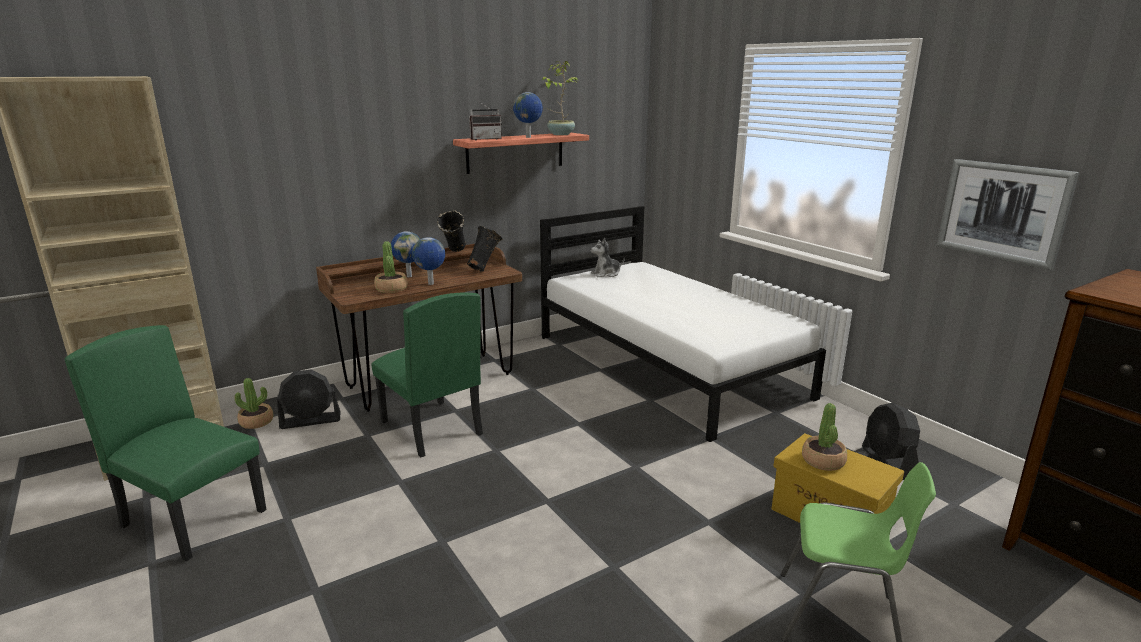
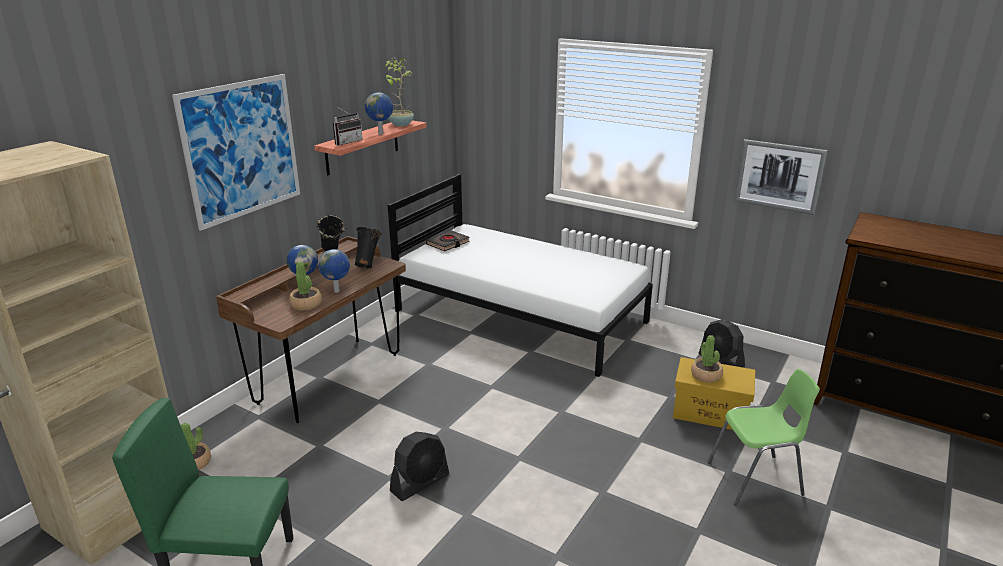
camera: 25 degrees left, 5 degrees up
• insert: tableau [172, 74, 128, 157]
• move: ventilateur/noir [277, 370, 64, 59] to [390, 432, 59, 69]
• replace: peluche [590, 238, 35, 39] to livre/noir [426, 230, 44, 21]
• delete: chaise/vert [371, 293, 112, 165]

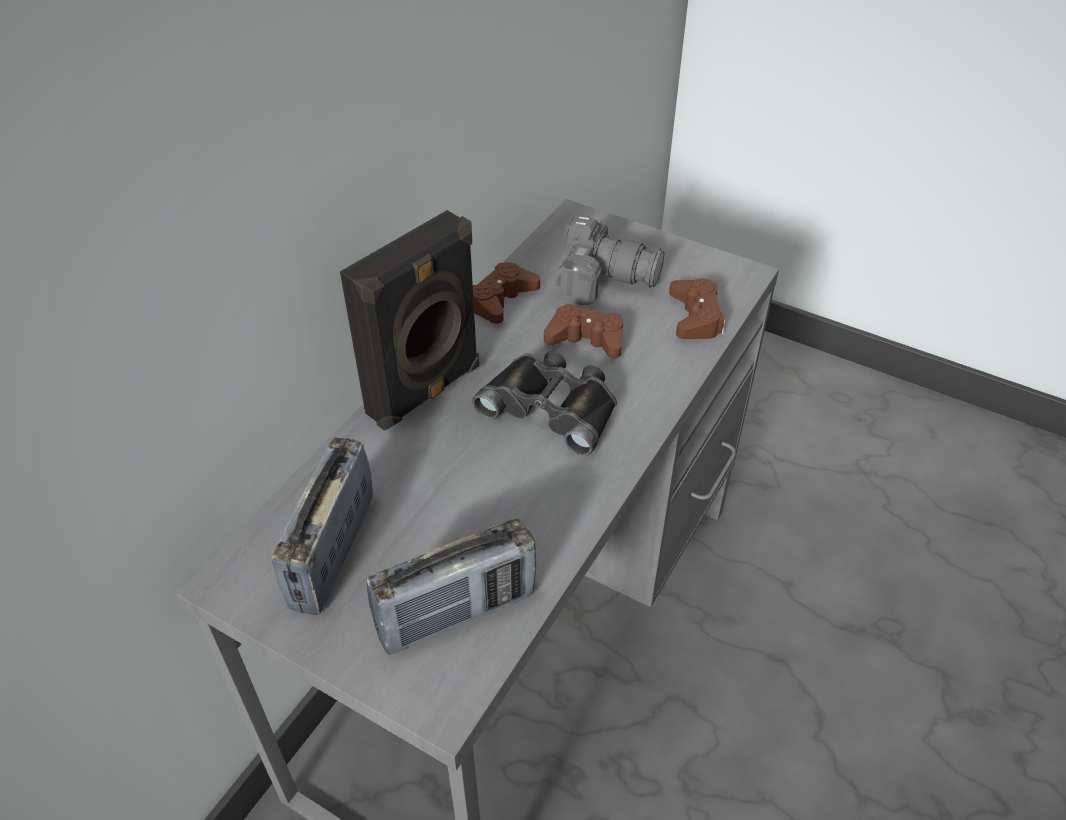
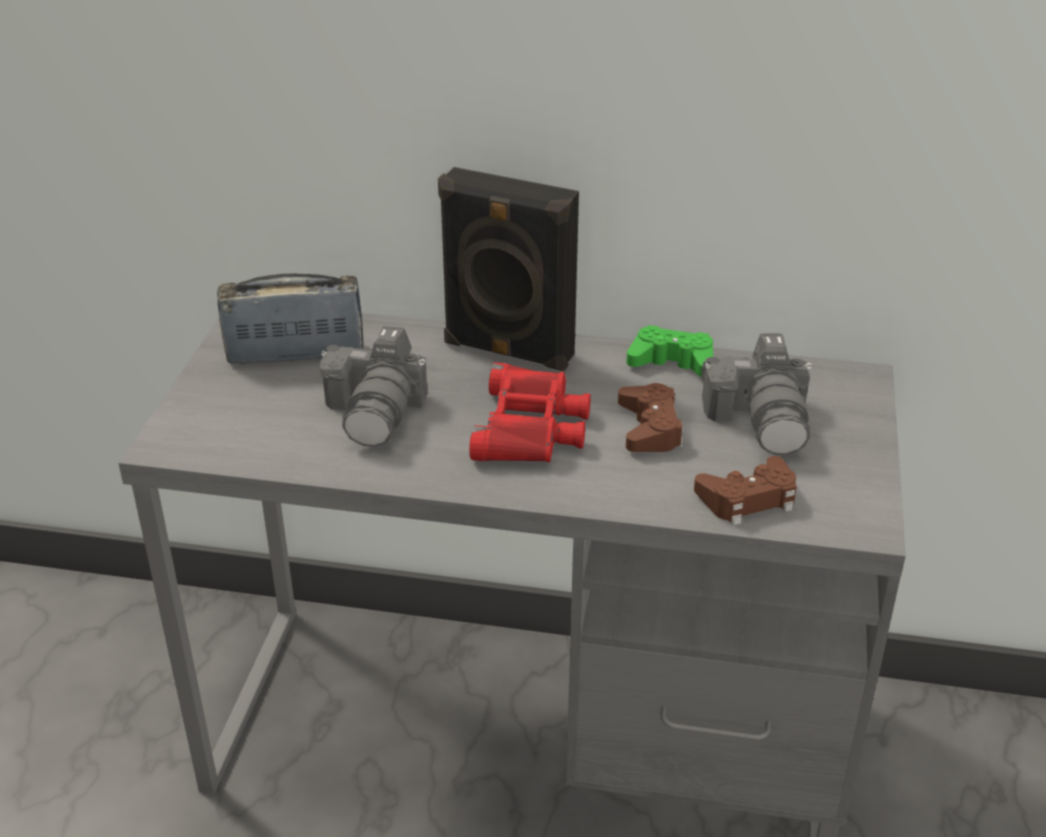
camera: 70 degrees right, 10 degrees down
• insert: appareil photo [320, 326, 107, 120]
• recolor: jumelles/noir [472, 351, 145, 105] to jumelles/rouge [469, 362, 122, 100]
• recolor: manette/marron [473, 262, 67, 62] to manette/vert [627, 325, 86, 52]
• delete: radio [366, 518, 170, 137]

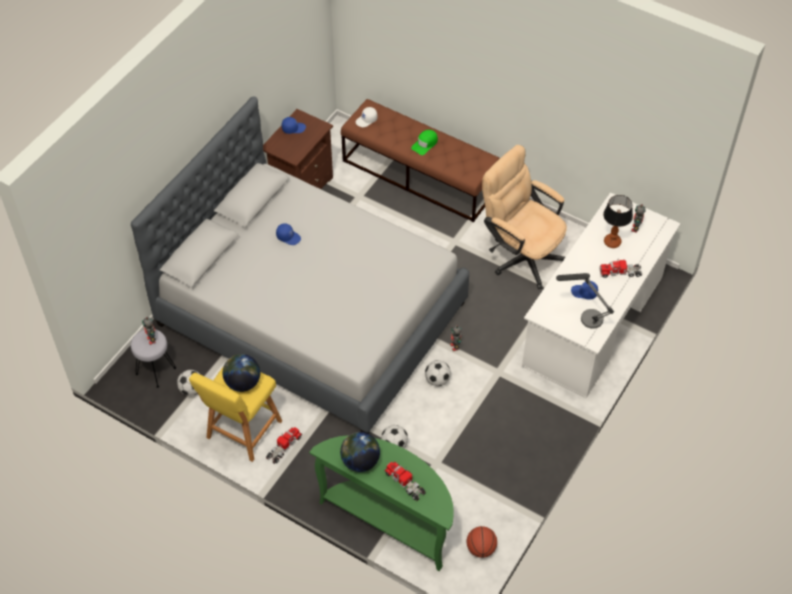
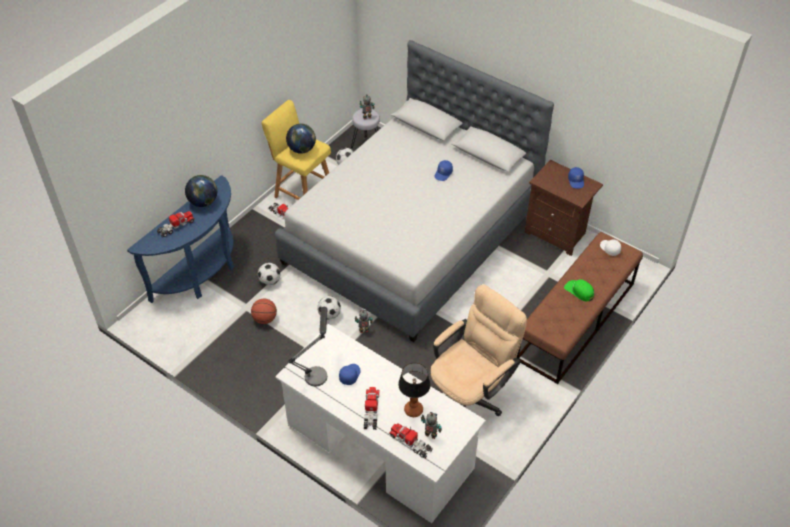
camera: 95 degrees right, 5 degrees down
• recolor: table console/vert [309, 435, 145, 136] to table console/bleu [127, 175, 107, 128]
• move: ballon de basket [466, 526, 31, 32] to [251, 299, 26, 25]
• insert: camion jouet [389, 423, 43, 35]

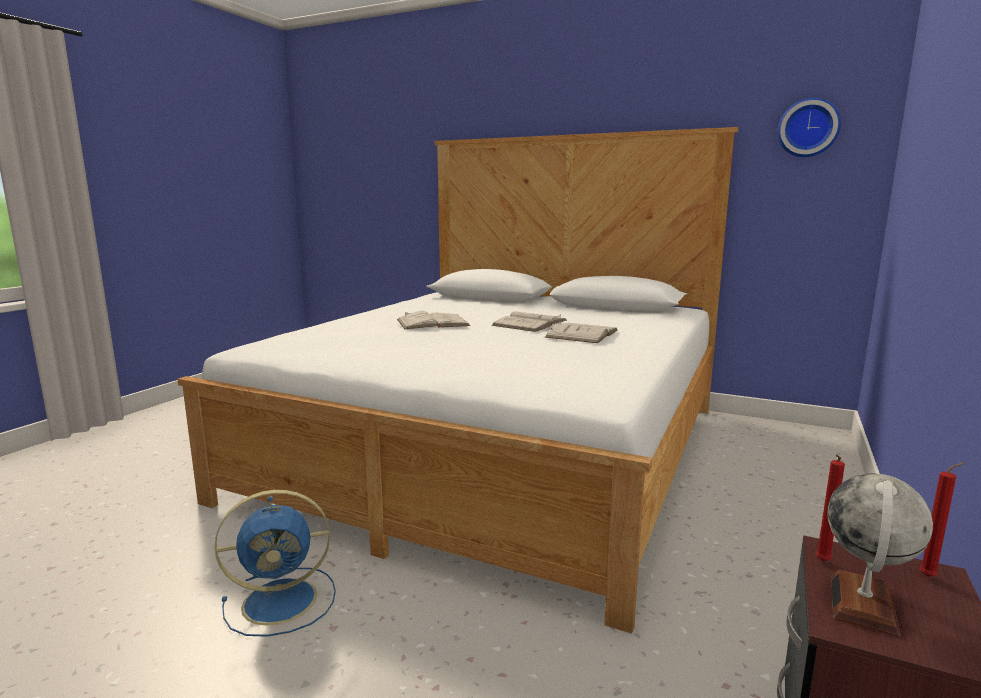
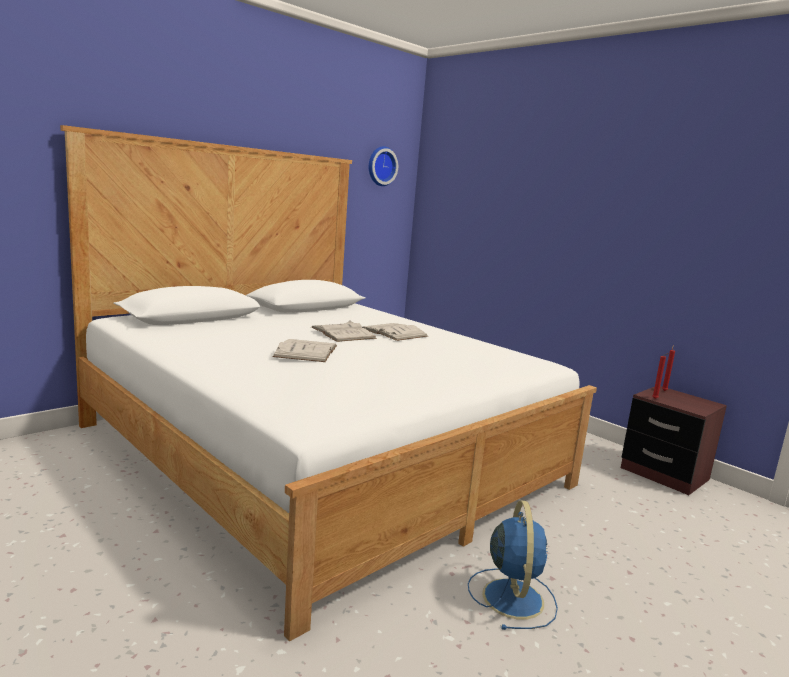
camera: 70 degrees left, 0 degrees up
• delete: globe [827, 473, 106, 164]

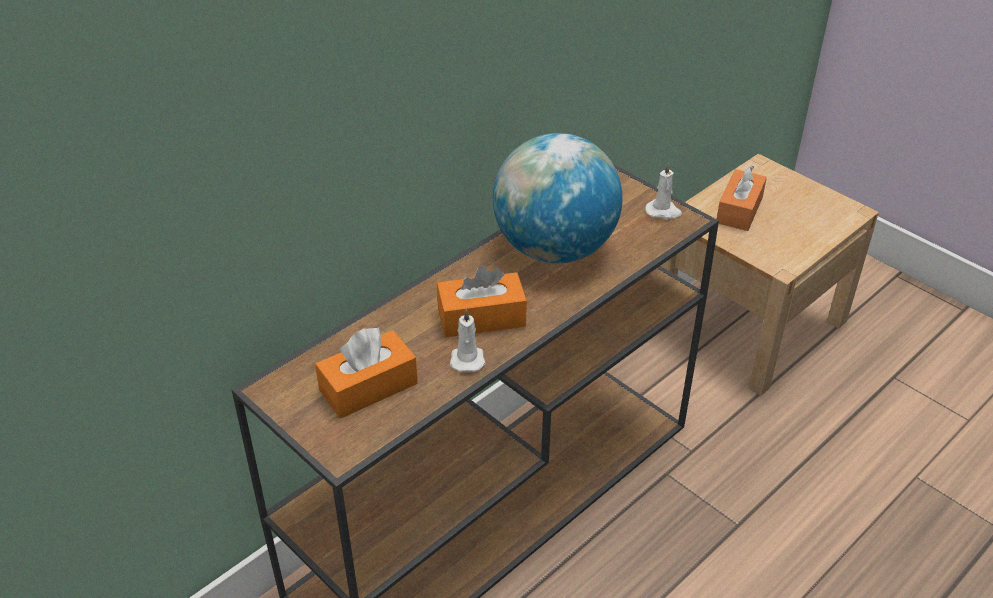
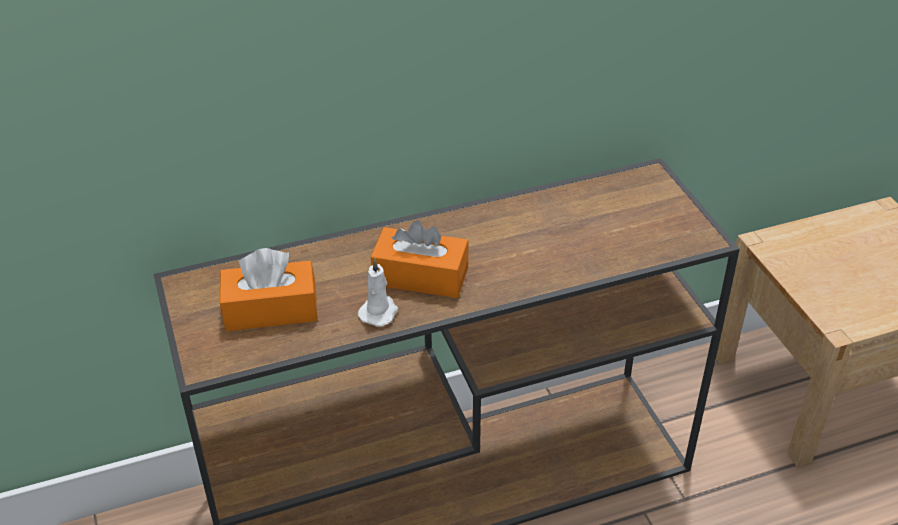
camera: 25 degrees right, 0 degrees up
• delete: globe [493, 133, 130, 130]
• delete: bougie/blanc [645, 162, 37, 57]
• delete: boîte à mouchoirs/orange [717, 165, 50, 66]

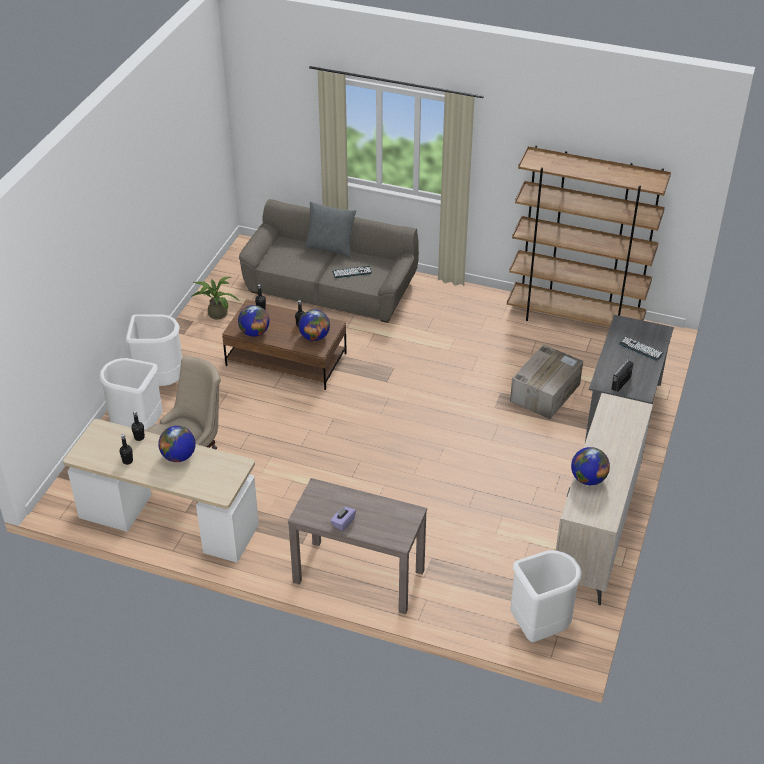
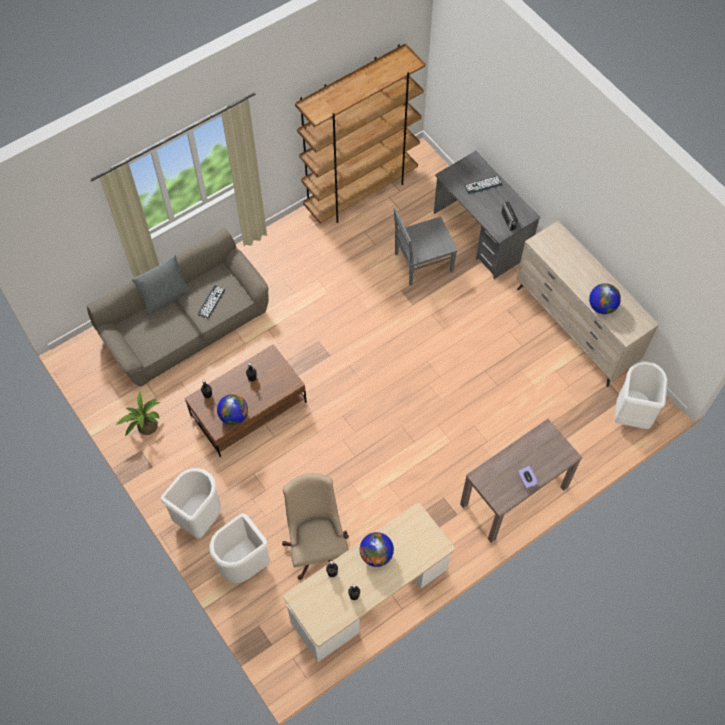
camera: 55 degrees left, 20 degrees up
• replace: carton [510, 344, 73, 75] to chaise/gris [394, 208, 64, 78]
• delete: globe [298, 309, 32, 32]

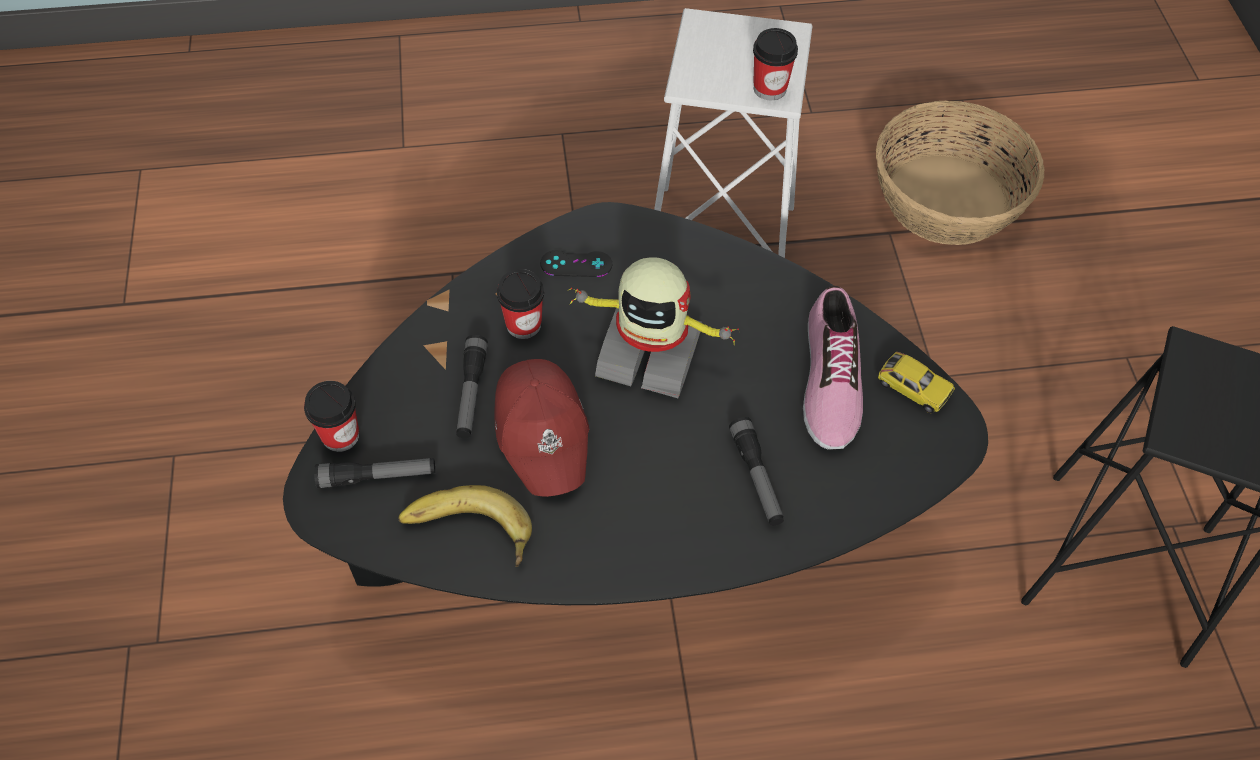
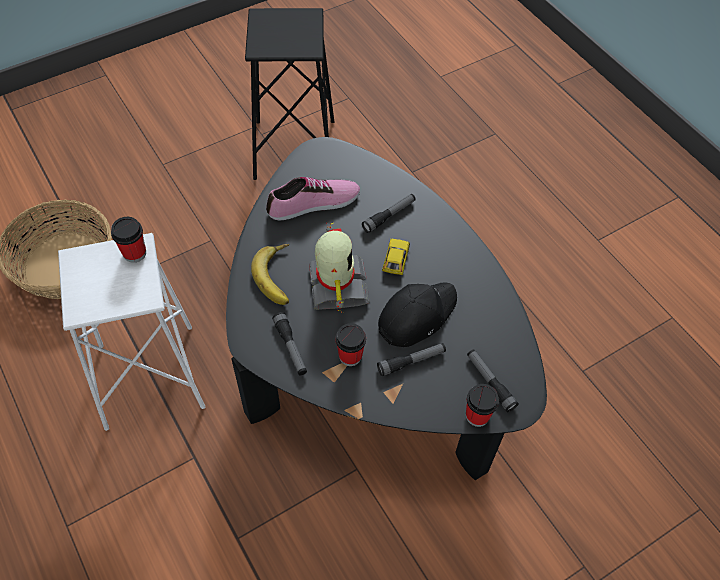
camera: 115 degrees left, 0 degrees up
• move: banane [398, 485, 134, 82] to [251, 244, 38, 61]
• replace: manette/noir [540, 250, 72, 27] to lampe de poche [272, 312, 35, 63]
• recolor: casquette/rouge [494, 359, 95, 138] to casquette/noir [378, 283, 79, 64]
• move: petite voiture [878, 352, 77, 61] to [382, 239, 28, 36]

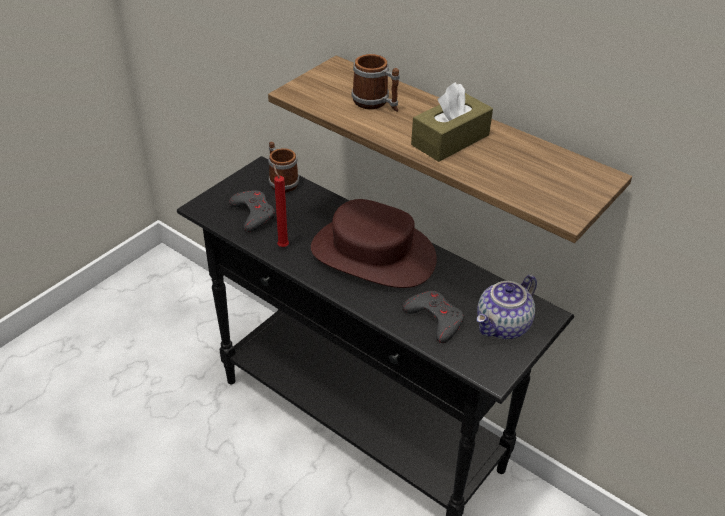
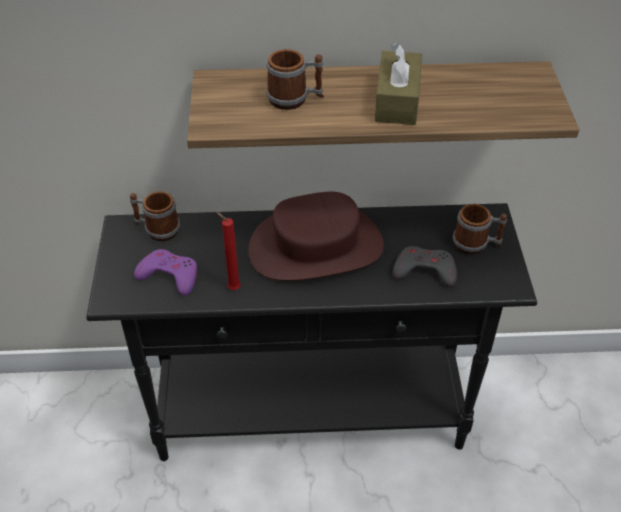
camera: 40 degrees left, 5 degrees up
• recolor: manette/gris [229, 190, 46, 42] to manette/violet [134, 249, 63, 47]
• replace: théière [477, 275, 60, 64] to mug [453, 204, 54, 50]

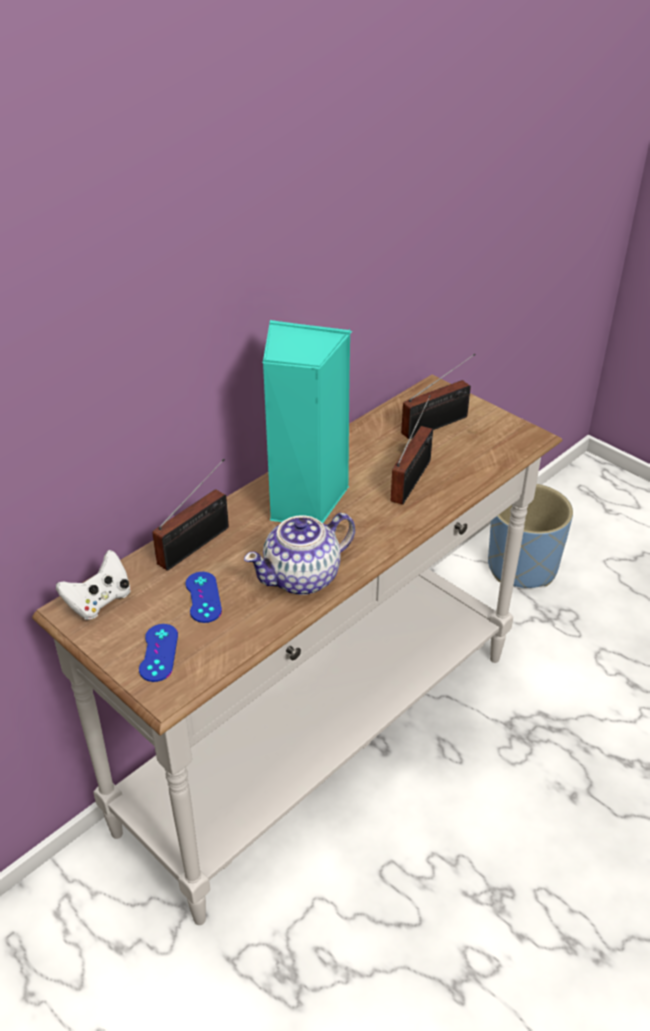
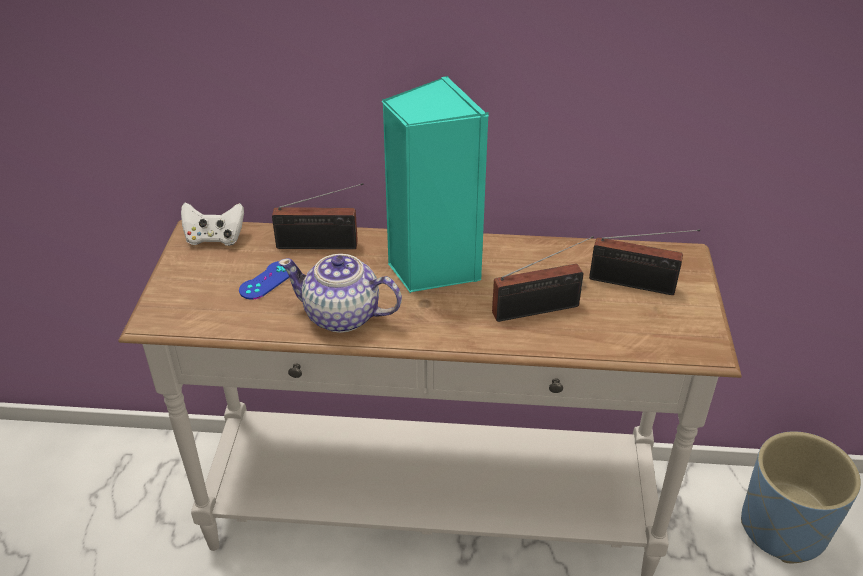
camera: 50 degrees right, 0 degrees up
• delete: manette/bleu [139, 624, 39, 58]

